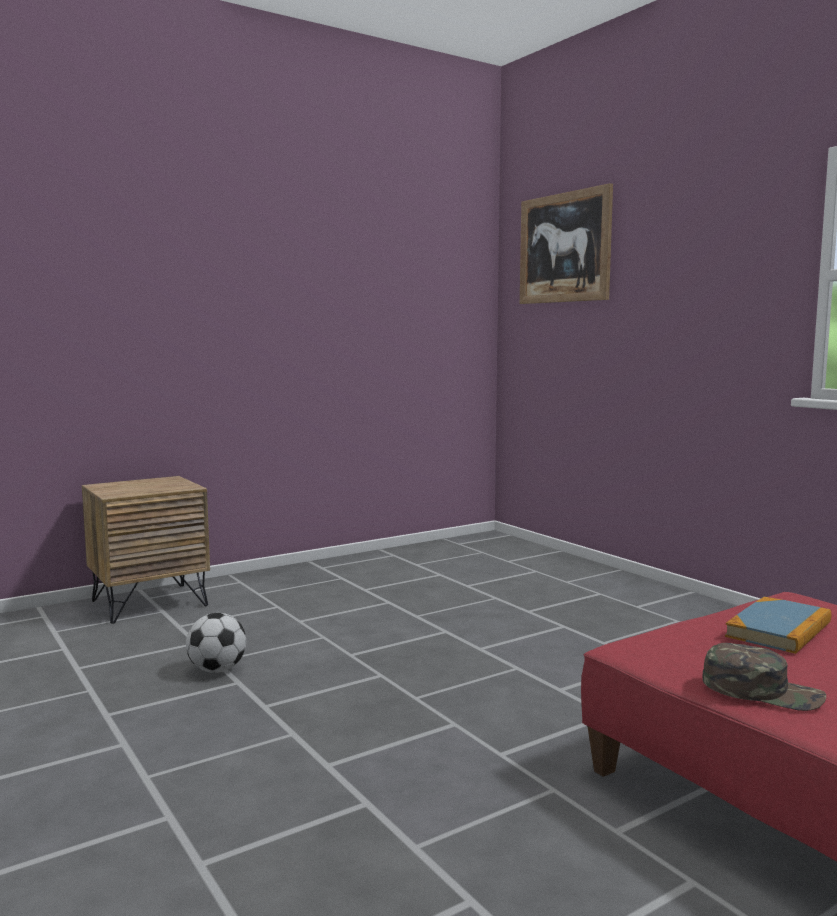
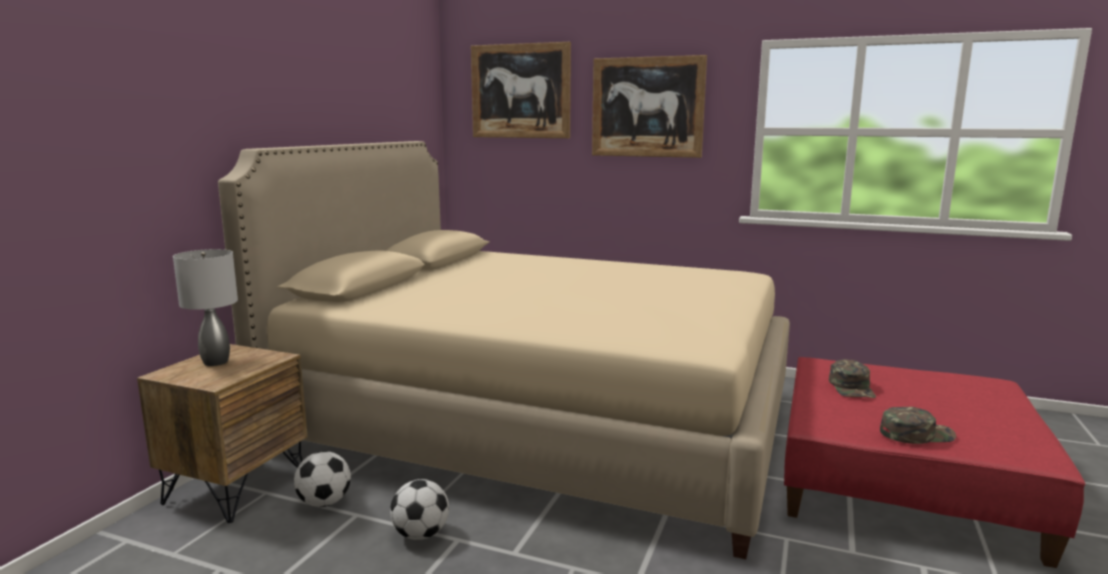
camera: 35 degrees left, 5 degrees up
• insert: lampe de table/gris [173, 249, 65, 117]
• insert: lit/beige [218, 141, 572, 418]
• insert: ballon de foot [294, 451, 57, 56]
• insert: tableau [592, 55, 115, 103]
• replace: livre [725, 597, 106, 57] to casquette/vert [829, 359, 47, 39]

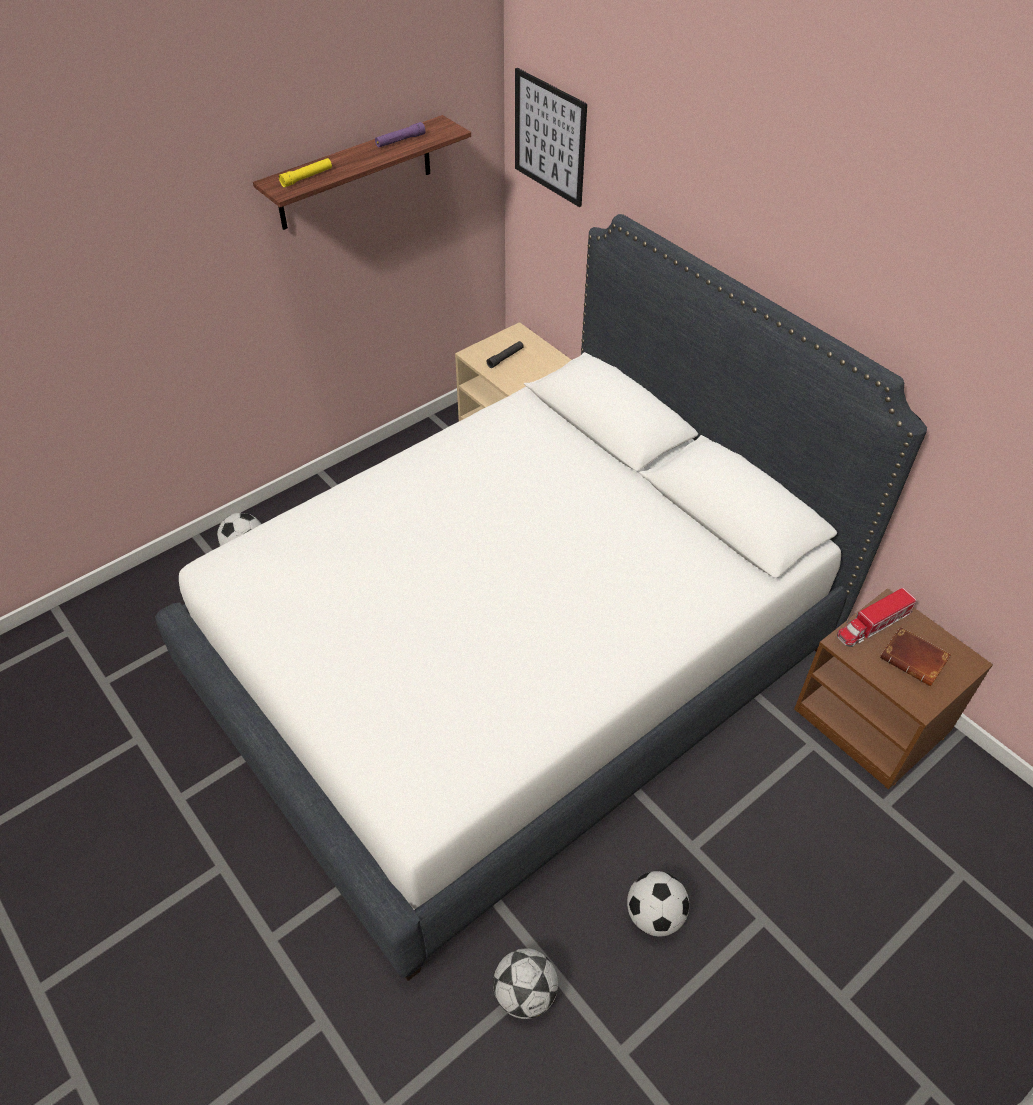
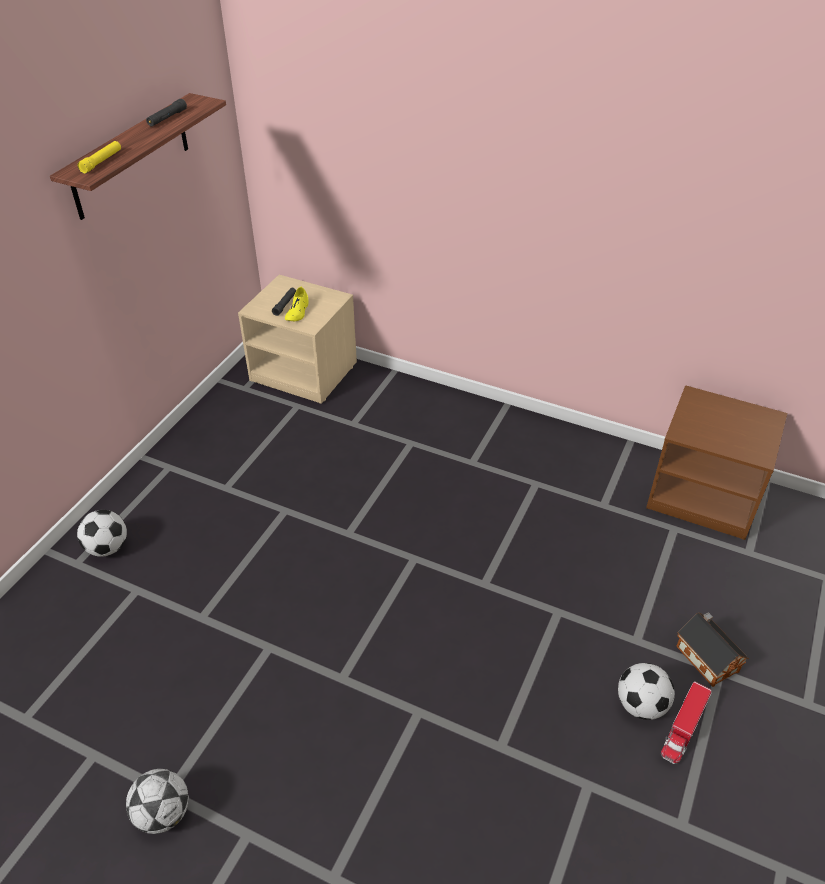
camera: 25 degrees left, 5 degrees down
• move: ballon de foot [493, 948, 65, 71] to [126, 769, 63, 65]
• recolor: lampe de poche/violet [375, 122, 50, 26] to lampe de poche/noir [146, 99, 41, 27]
• insert: chaussure/jaune [285, 287, 24, 34]
• move: camion jouet [837, 588, 80, 59] to [661, 682, 51, 82]
• insert: maison miniature [676, 612, 73, 75]
• delete: lit/blanc [155, 214, 772, 767]
• delete: tableau [515, 68, 72, 139]
• delete: livre/marron [880, 627, 71, 59]

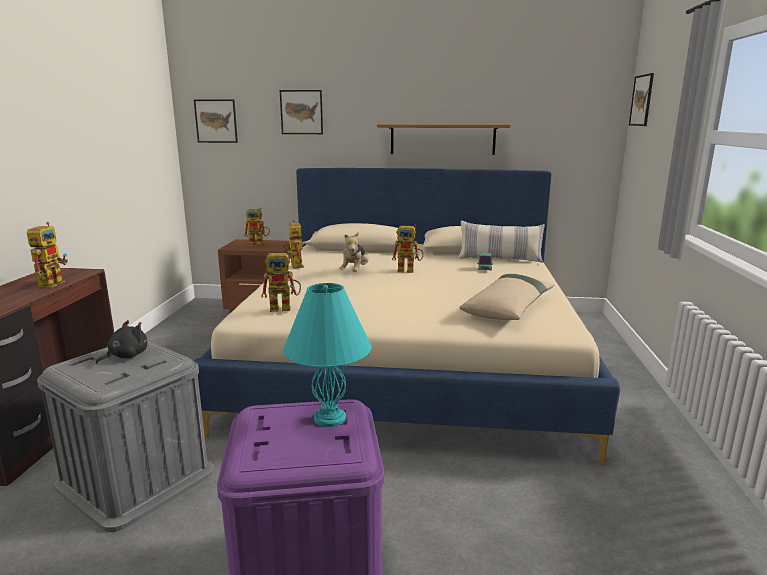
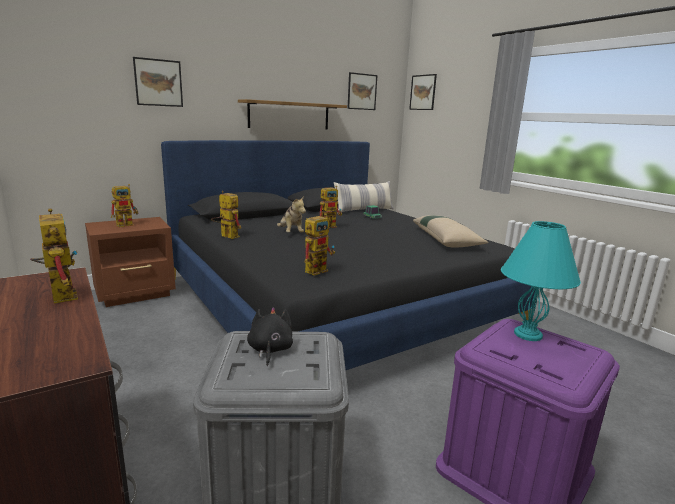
camera: 40 degrees left, 0 degrees up
• recolor: lit/beige [194, 168, 426, 297] to lit/noir [161, 140, 376, 230]
• move: tableau [194, 99, 44, 44] to [347, 72, 30, 38]

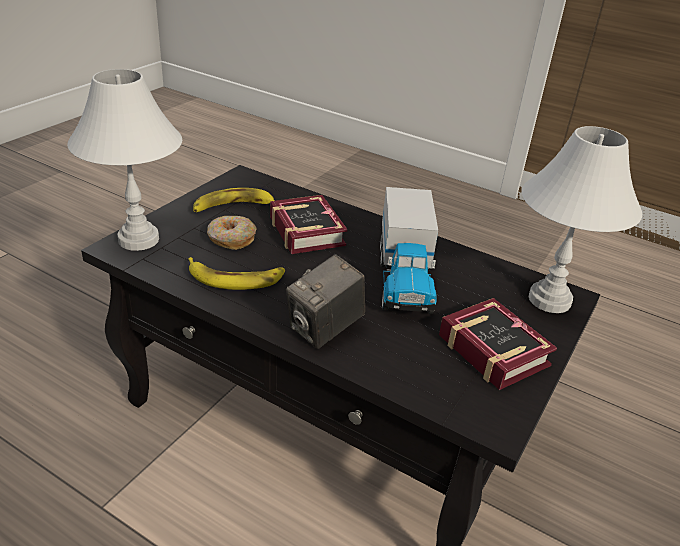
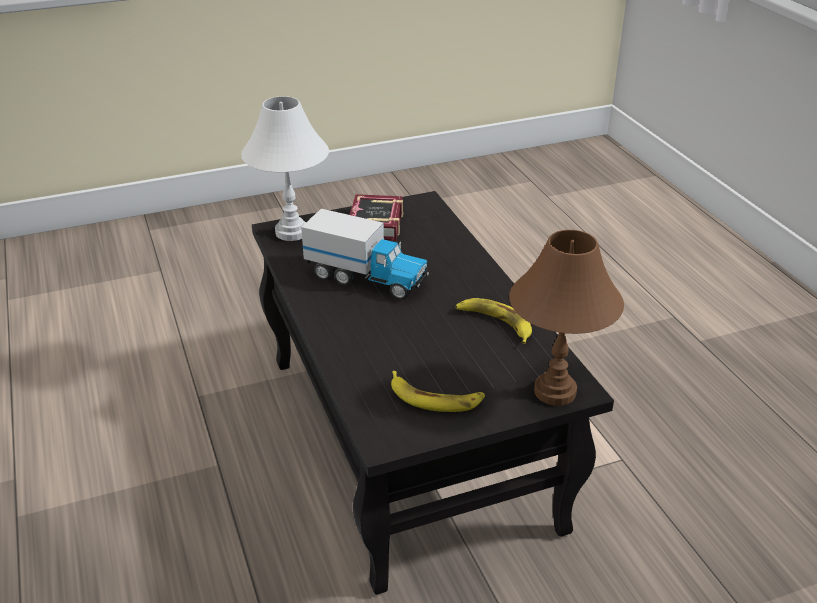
camera: 140 degrees left, 0 degrees up
• rotate: camion jouet [380, 187, 58, 127] = [301, 209, 128, 90] 75 degrees clockwise
• recolor: lampe de table/blanc [67, 69, 115, 182] to lampe de table/marron [509, 230, 115, 176]
• delete: beignet [207, 216, 50, 34]
• delete: livre [270, 195, 78, 59]
• delete: appareil photo [286, 254, 79, 95]

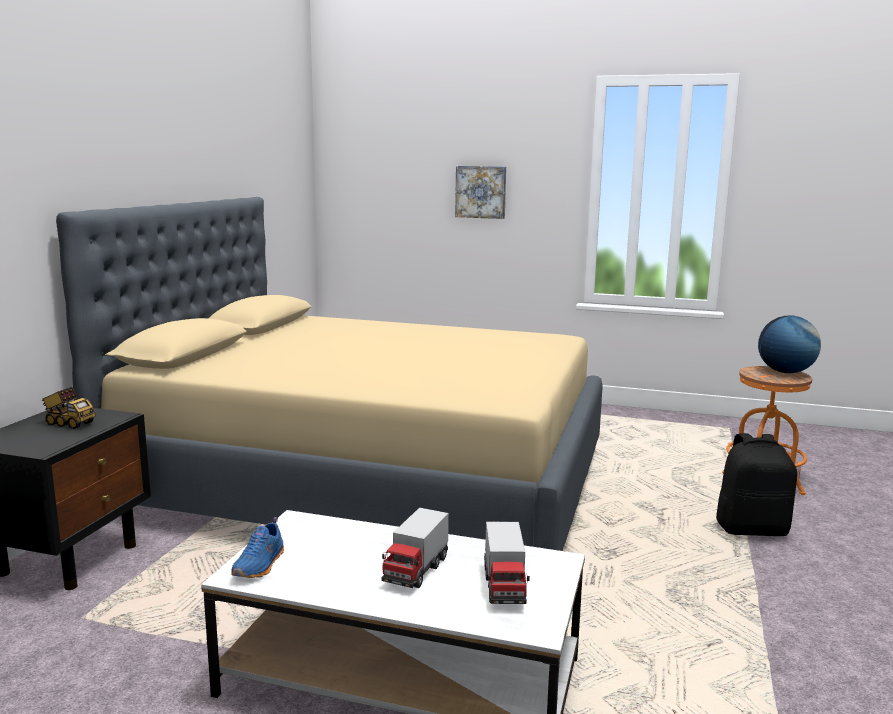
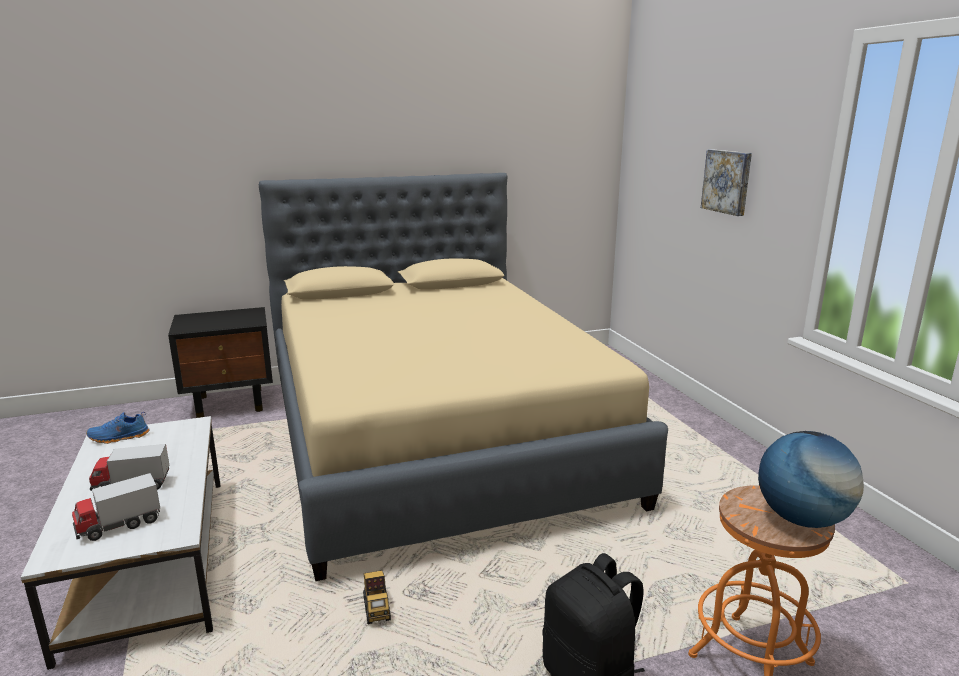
camera: 55 degrees right, 5 degrees up
• move: camion jouet [42, 387, 53, 42] to [363, 570, 28, 54]

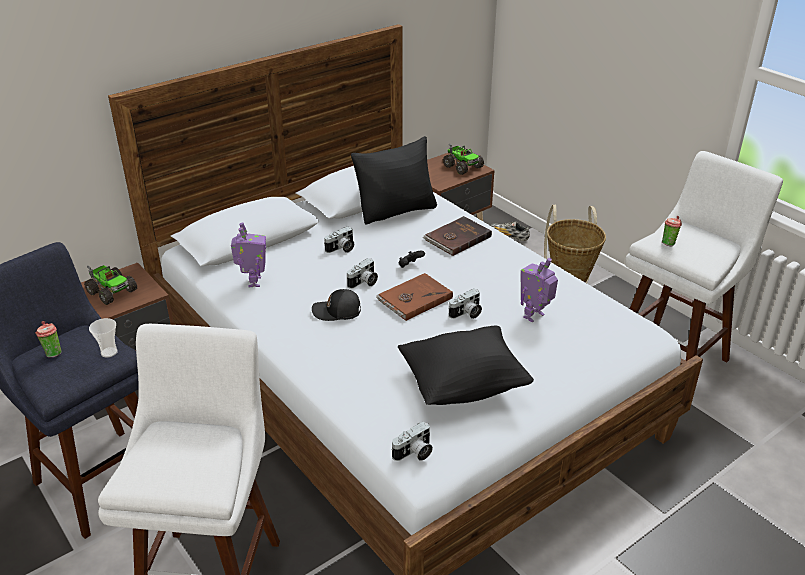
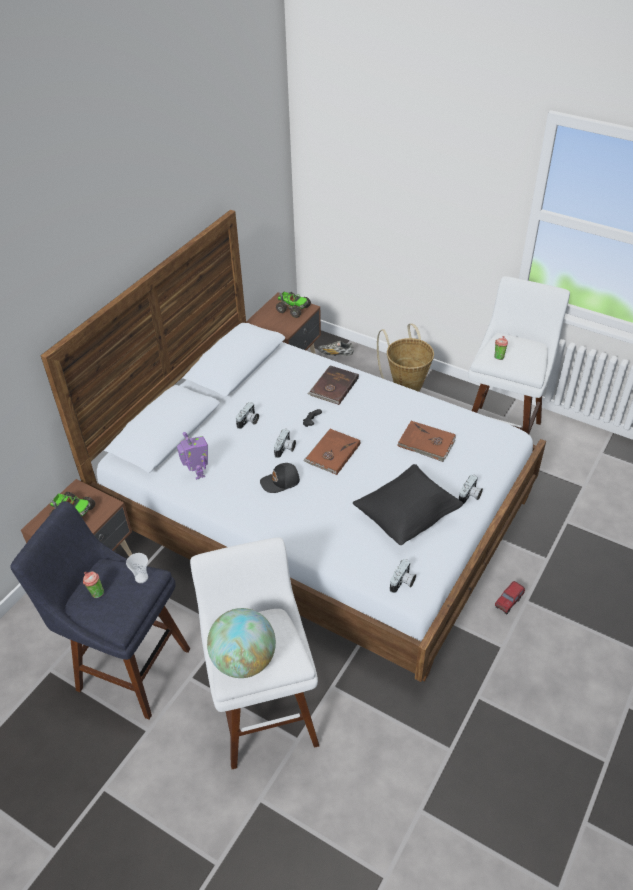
camera: 20 degrees left, 10 degrees up
• insert: globe [207, 608, 69, 70]
• replace: robot jouet [521, 258, 37, 65] to livre/marron [397, 421, 59, 41]
• move: appareil photo [449, 289, 33, 30] to [459, 475, 24, 29]
• insert: camion jouet [495, 581, 30, 33]
• delete: coussin/noir [351, 136, 86, 89]

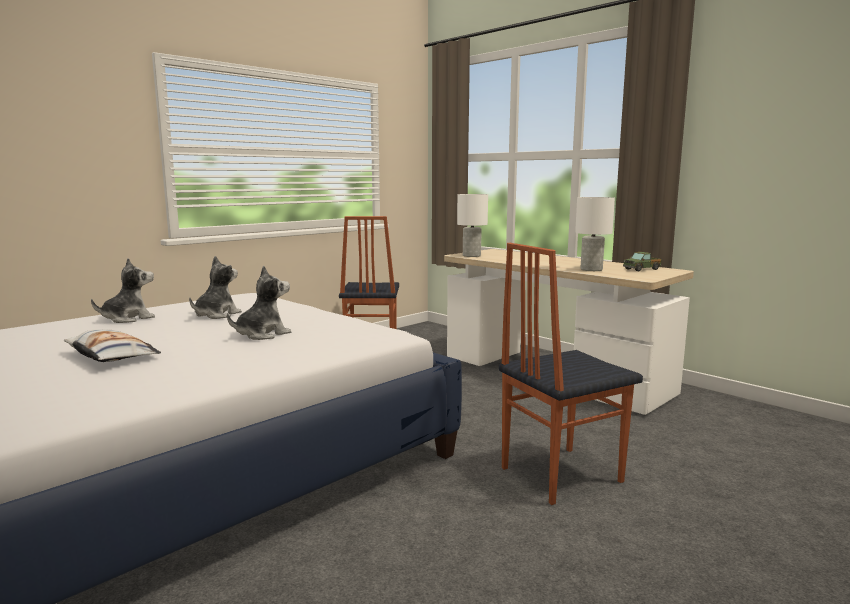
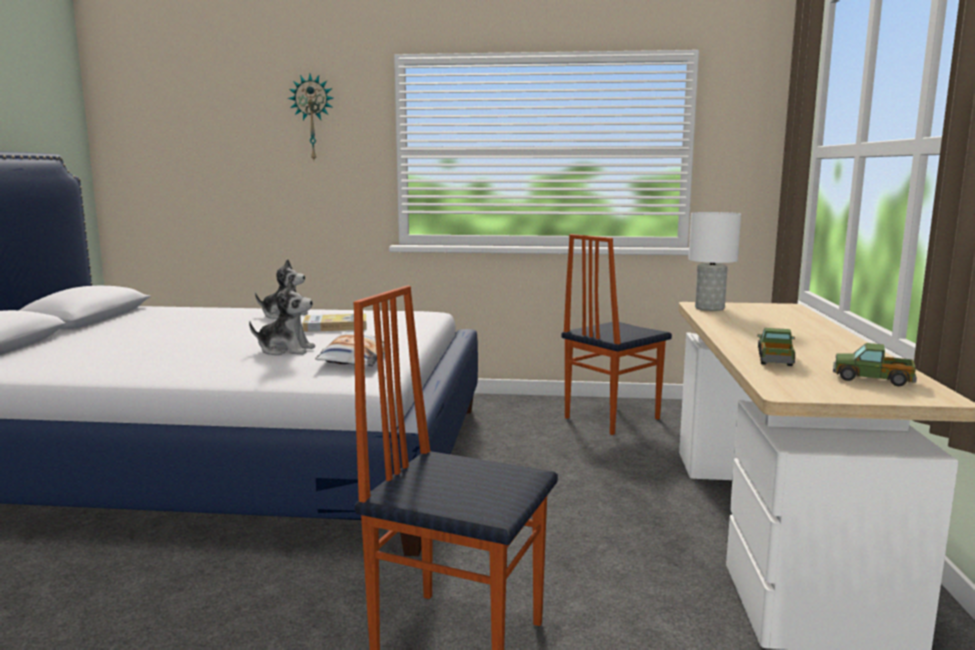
camera: 50 degrees right, 0 degrees up
• insert: horloge murale [288, 74, 45, 86]
• replace: peluche [189, 256, 53, 63] to livre [302, 313, 65, 19]
• move: coussin [64, 329, 97, 33] to [315, 332, 76, 34]
• replace: lampe de table/blanc [575, 197, 40, 74] to camion jouet [757, 328, 38, 38]

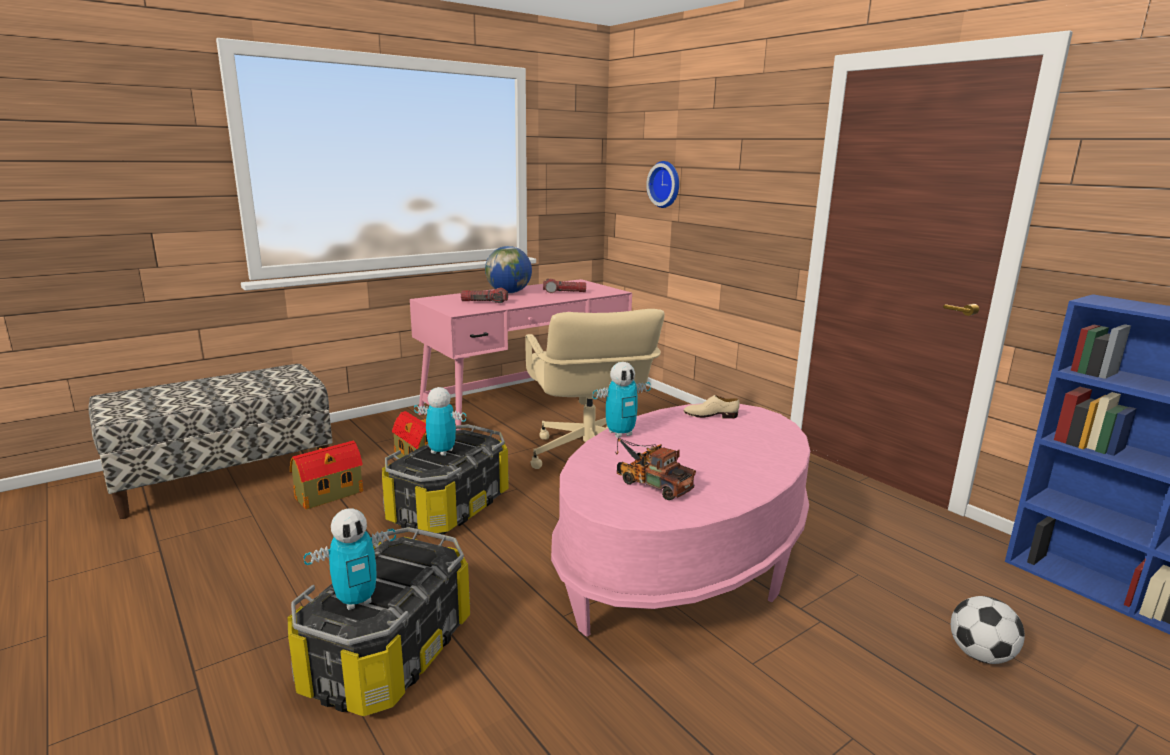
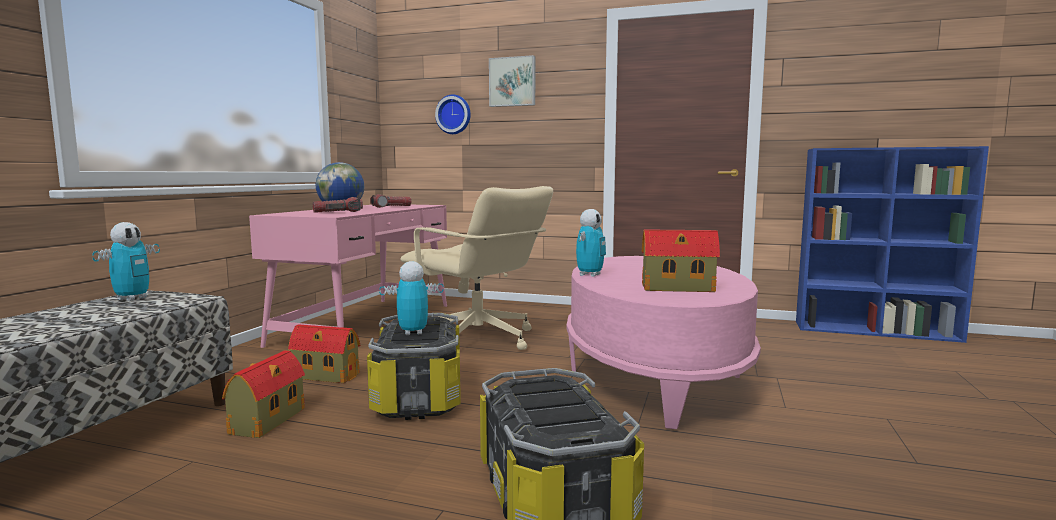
camera: 35 degrees left, 10 degrees down
• move: robot jouet [304, 508, 92, 102] to [92, 222, 68, 79]
• insert: tableau [489, 55, 46, 52]
• replace: camion jouet [615, 438, 81, 62] to maison miniature [642, 229, 78, 63]
• delete: chaussure/beige [683, 395, 57, 24]
• delete: ballon de foot [951, 596, 74, 68]

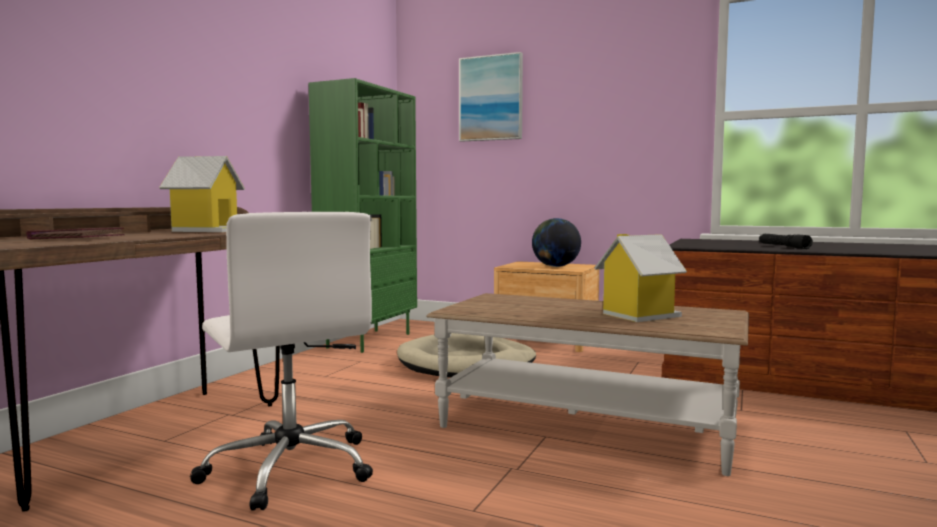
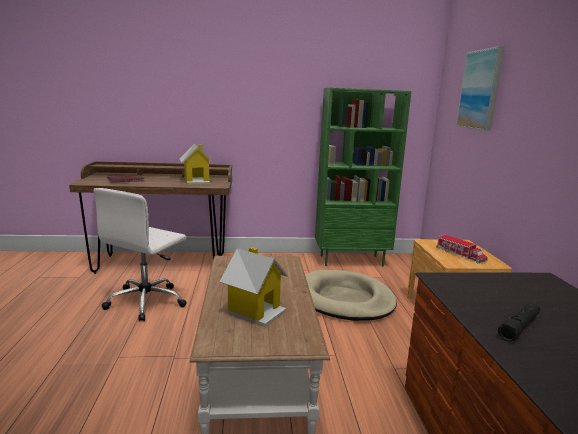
camera: 60 degrees right, 10 degrees up
• replace: globe [532, 218, 49, 49] to camion jouet [436, 235, 52, 28]

